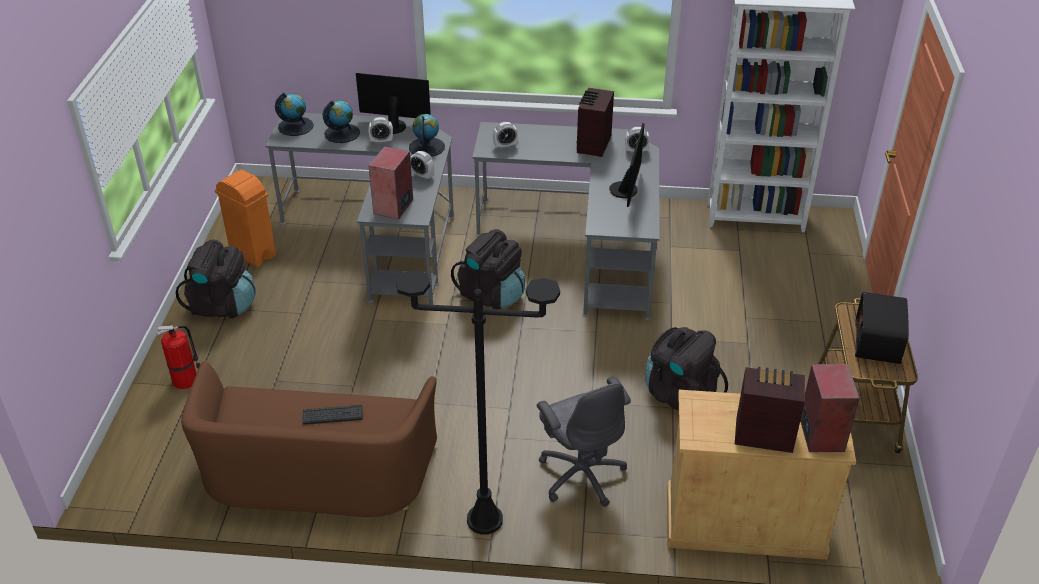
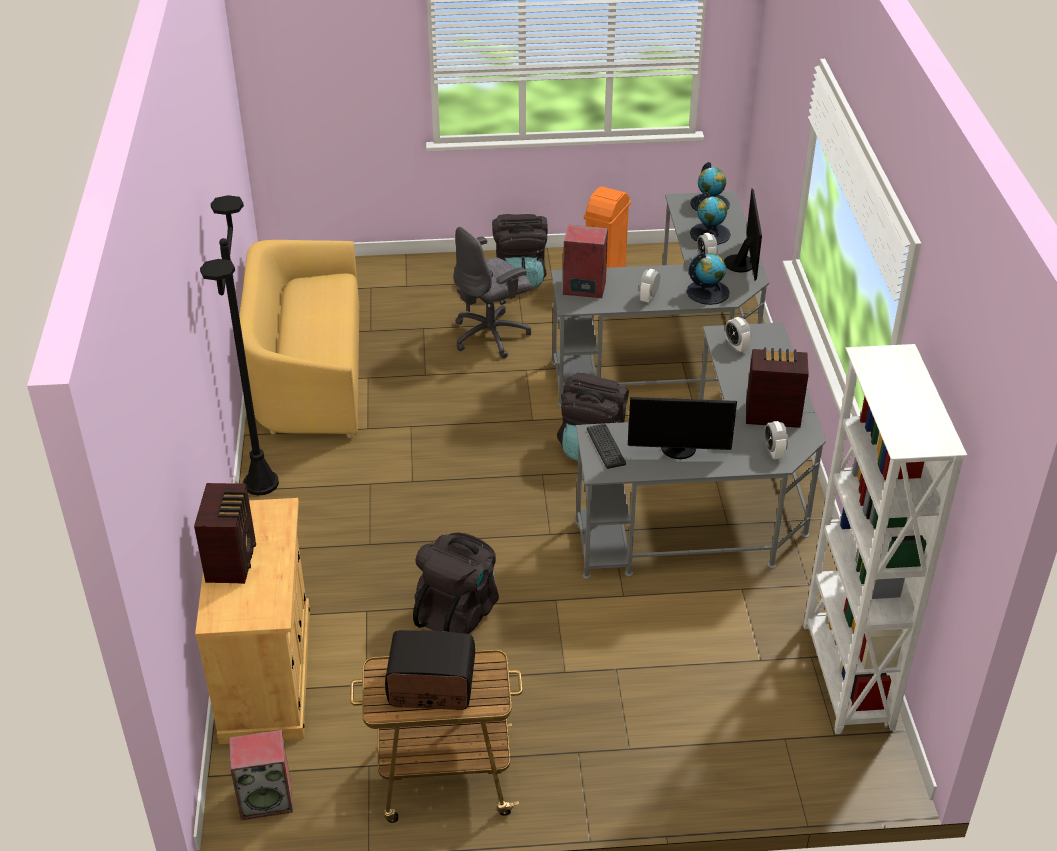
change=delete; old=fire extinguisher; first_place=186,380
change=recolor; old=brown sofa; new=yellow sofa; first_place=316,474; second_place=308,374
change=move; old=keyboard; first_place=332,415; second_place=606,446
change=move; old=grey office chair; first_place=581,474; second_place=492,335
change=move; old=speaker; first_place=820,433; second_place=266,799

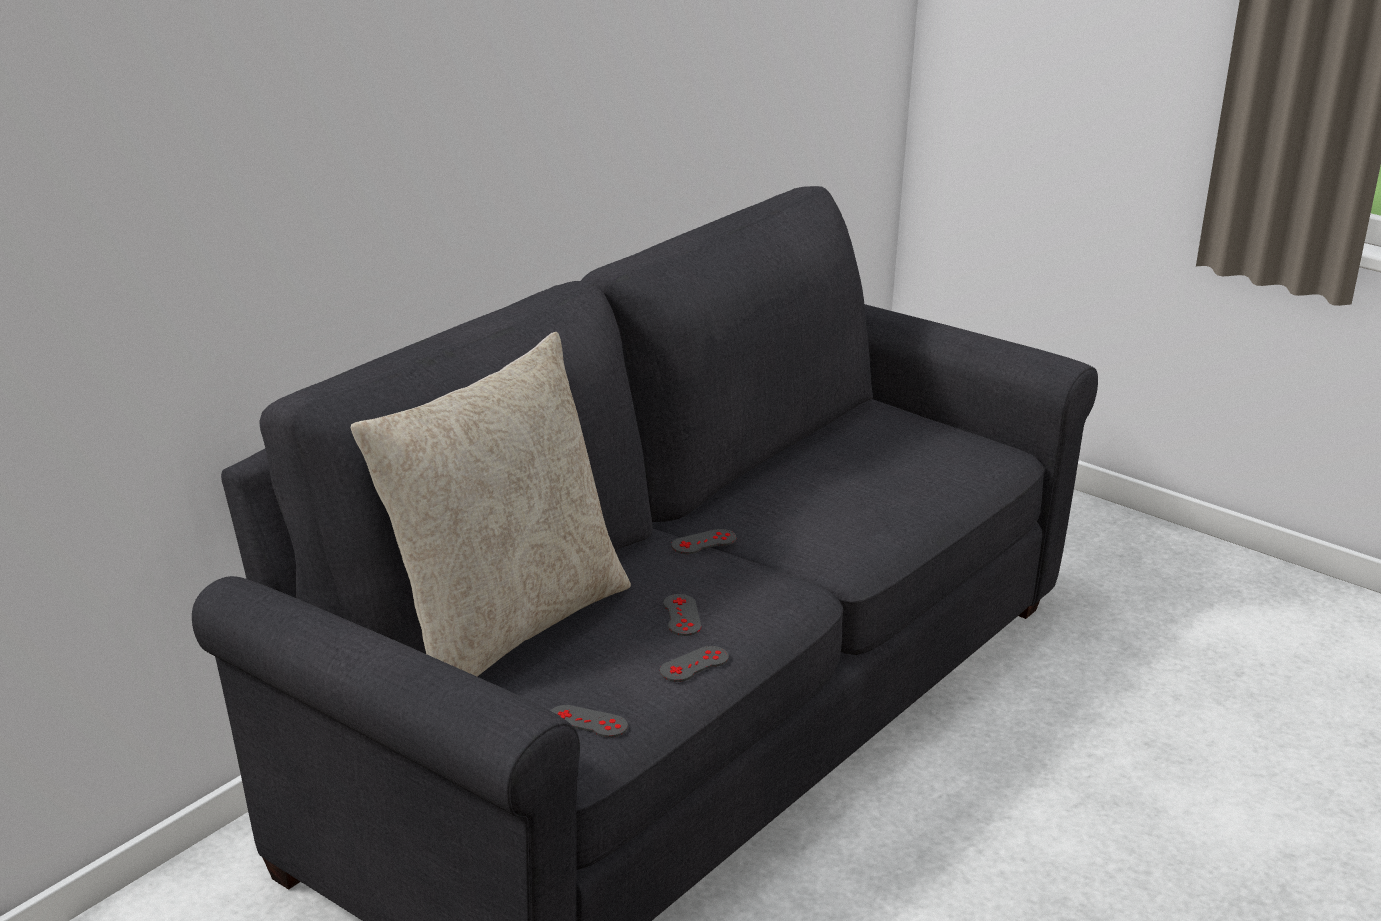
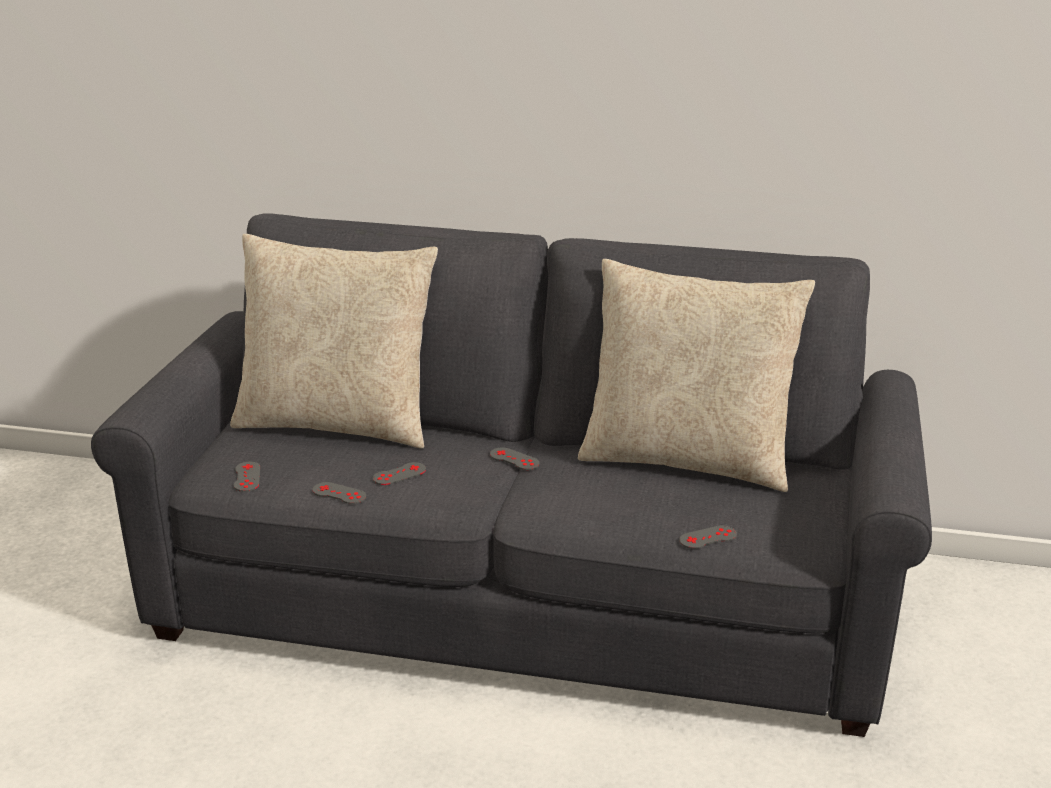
change=insert; new=beige pillow; second_place=687,459
change=insert; new=grey game controller; second_place=708,537

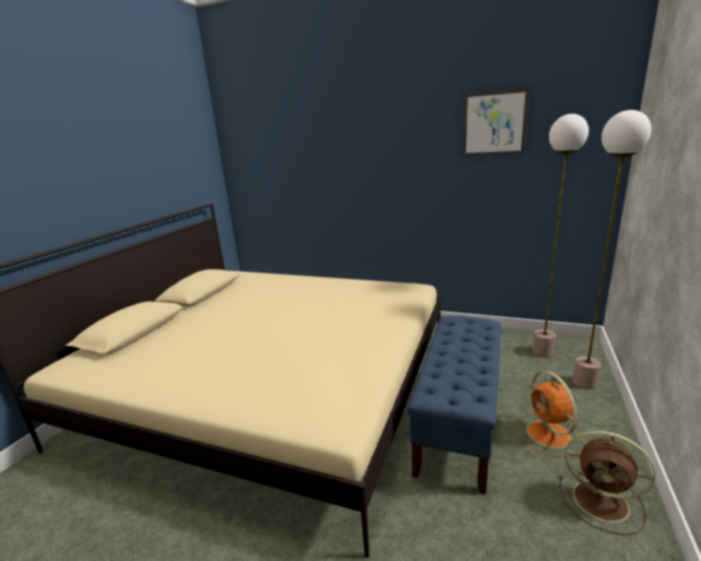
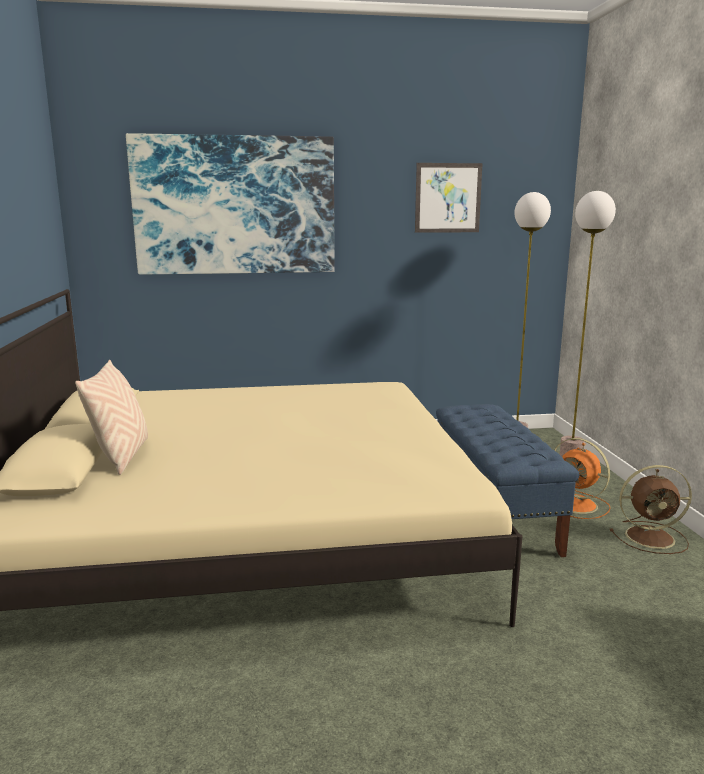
change=insert; new=beige pillow; second_place=122,456
change=insert; new=picture; second_place=235,206

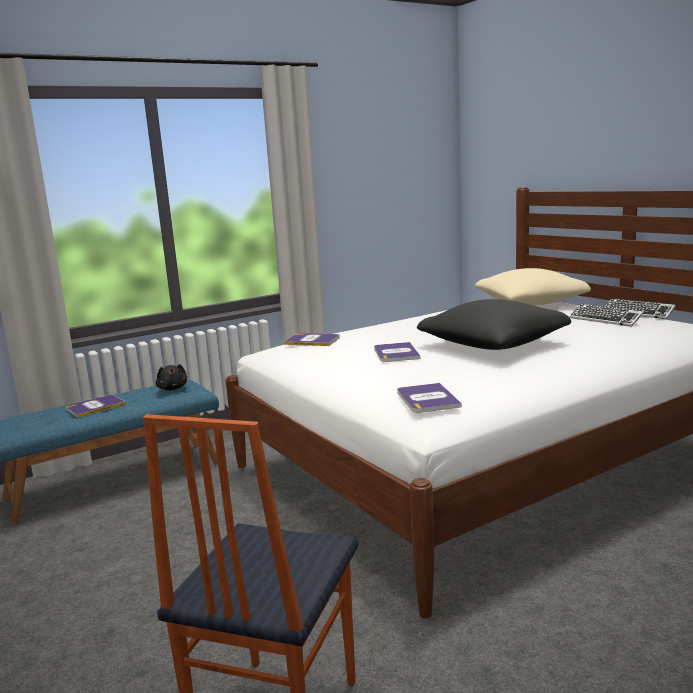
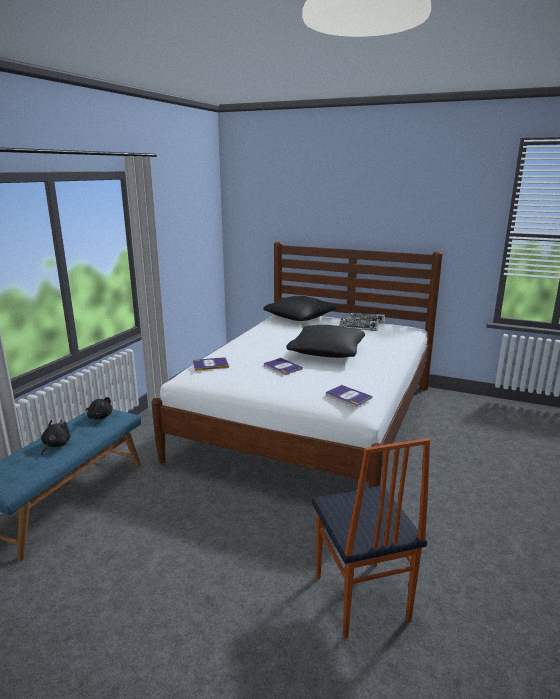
change=replace; old=book; new=black plush toy; first_place=95,406; second_place=55,445
change=recolor; old=beige pillow; new=black pillow; first_place=530,303; second_place=300,318

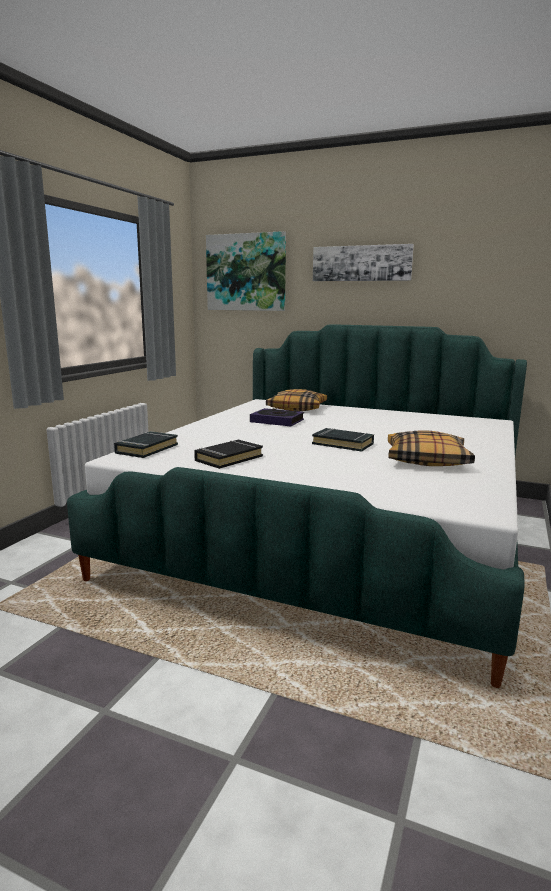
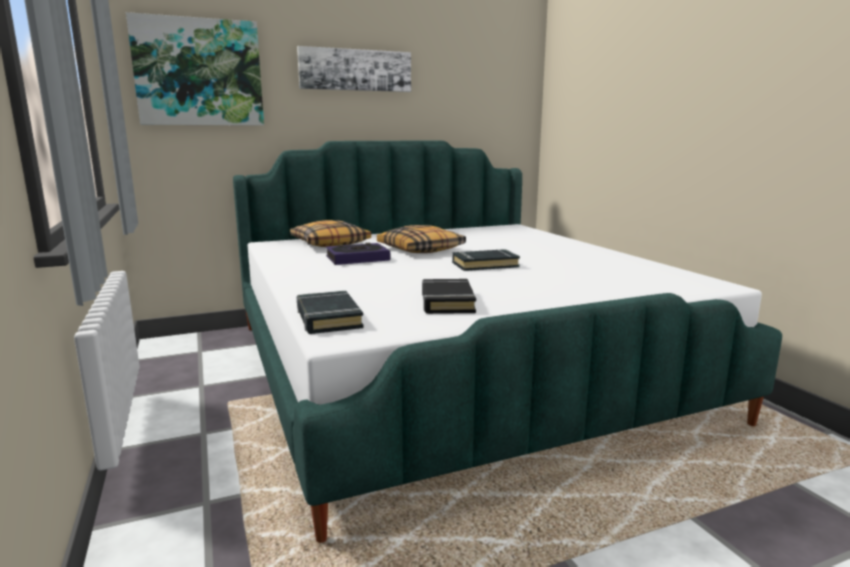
change=move; old=pillow; first_place=427,460; second_place=421,250

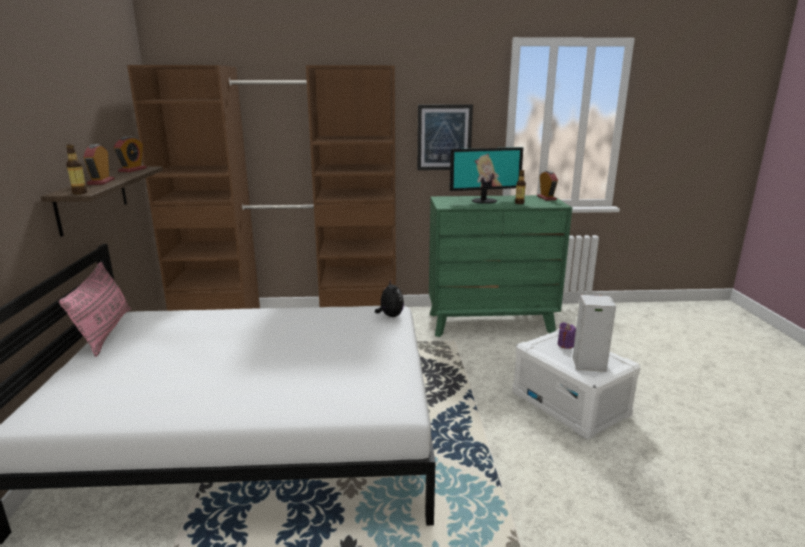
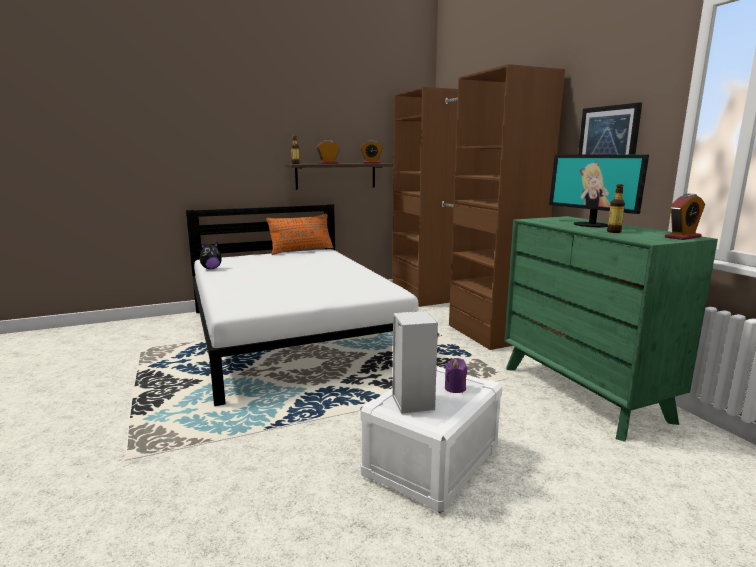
change=recolor; old=pink pillow; new=orange pillow; first_place=105,331; second_place=301,250
change=move; old=plush toy; first_place=390,316; second_place=211,268

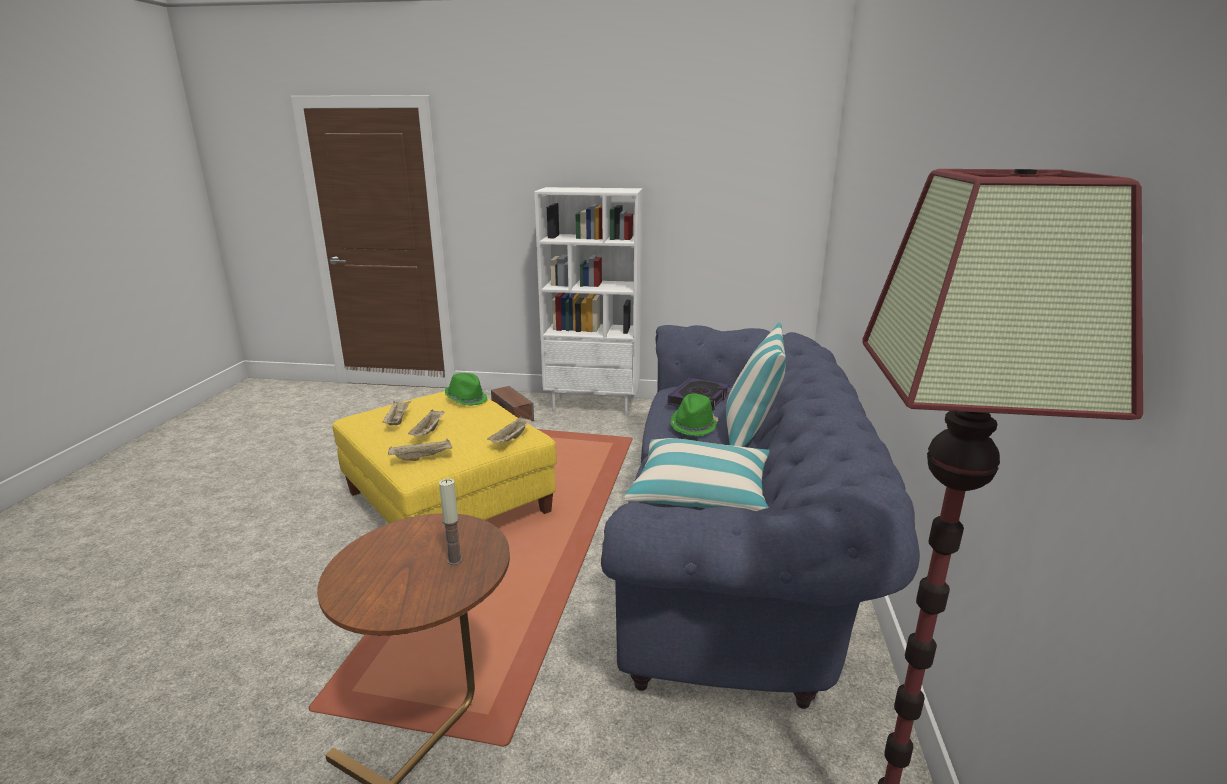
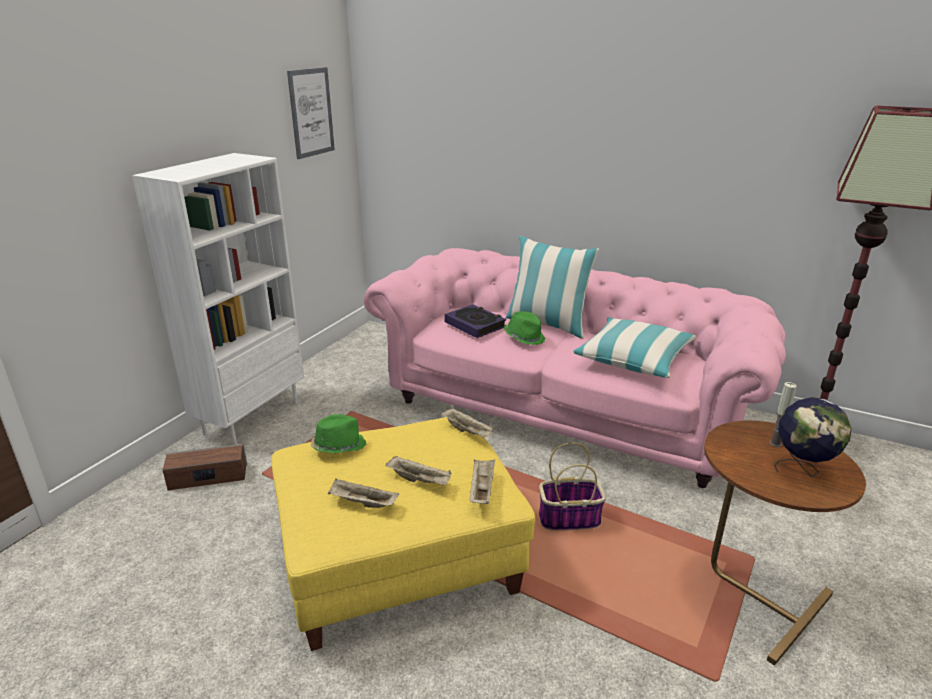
change=recolor; old=blue sofa; new=pink sofa; first_place=738,550; second_place=563,409
change=insert; new=picture; second_place=311,112
change=insert; new=basket; second_place=570,518
change=insert; new=globe; second_place=802,470

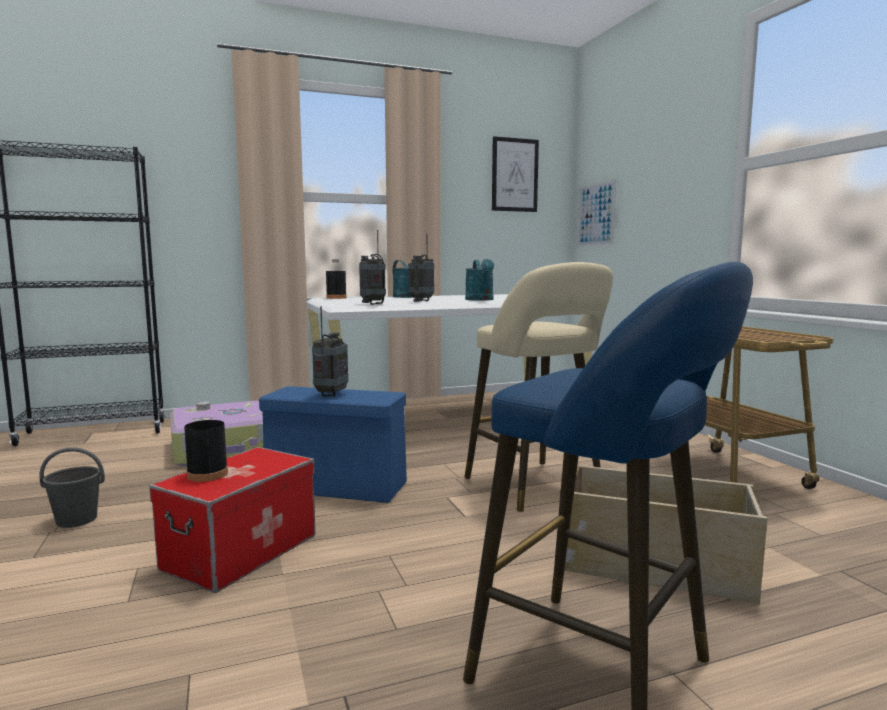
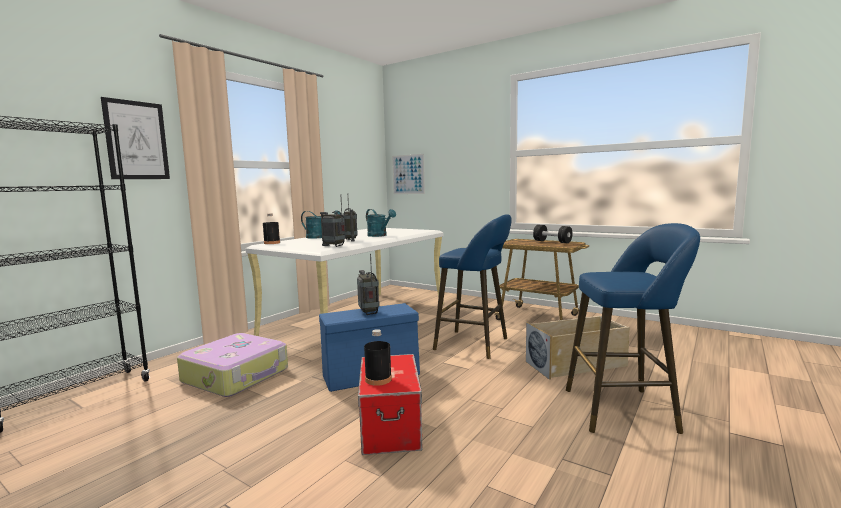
change=delete; old=grey bucket; first_place=76,520
change=recolor; old=beige stool; new=blue stool; first_place=537,487; second_place=475,344
change=move; old=picture; first_place=515,175; second_place=137,140
change=insert; new=black dumbbell; second_place=552,242

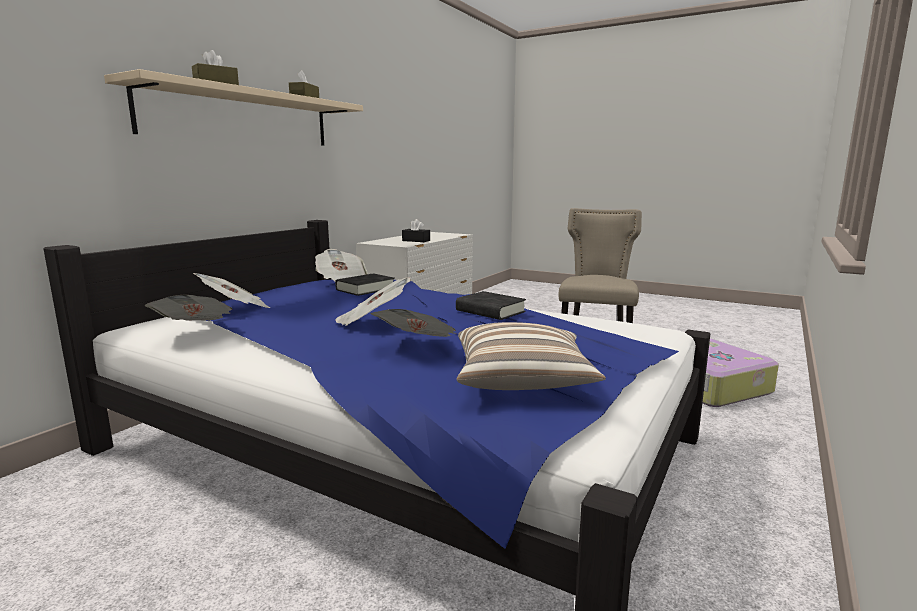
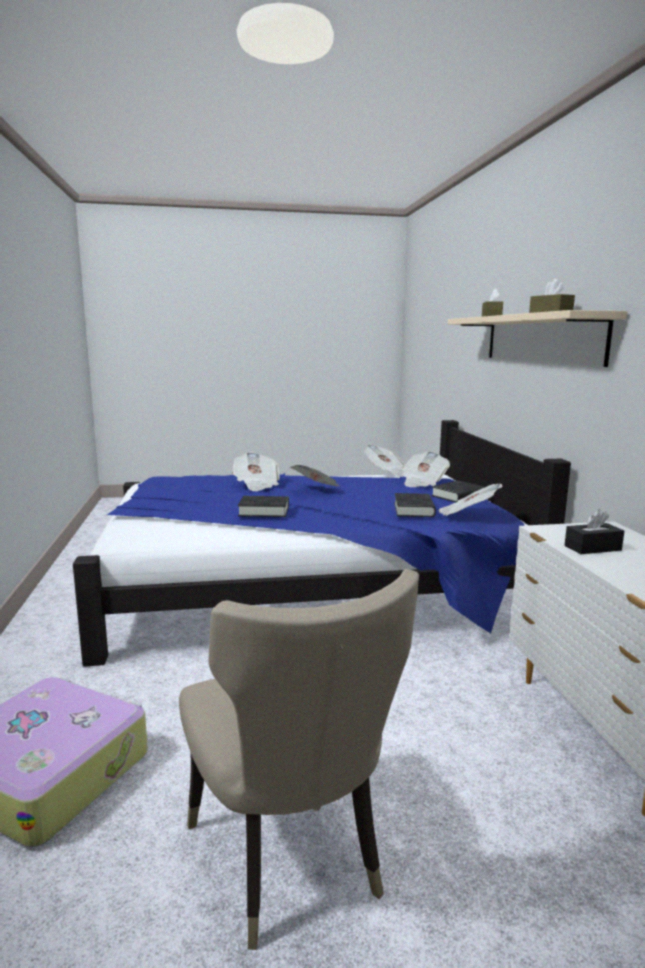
change=delete; old=pillow; first_place=522,381
change=insert; new=black book; second_place=457,496

